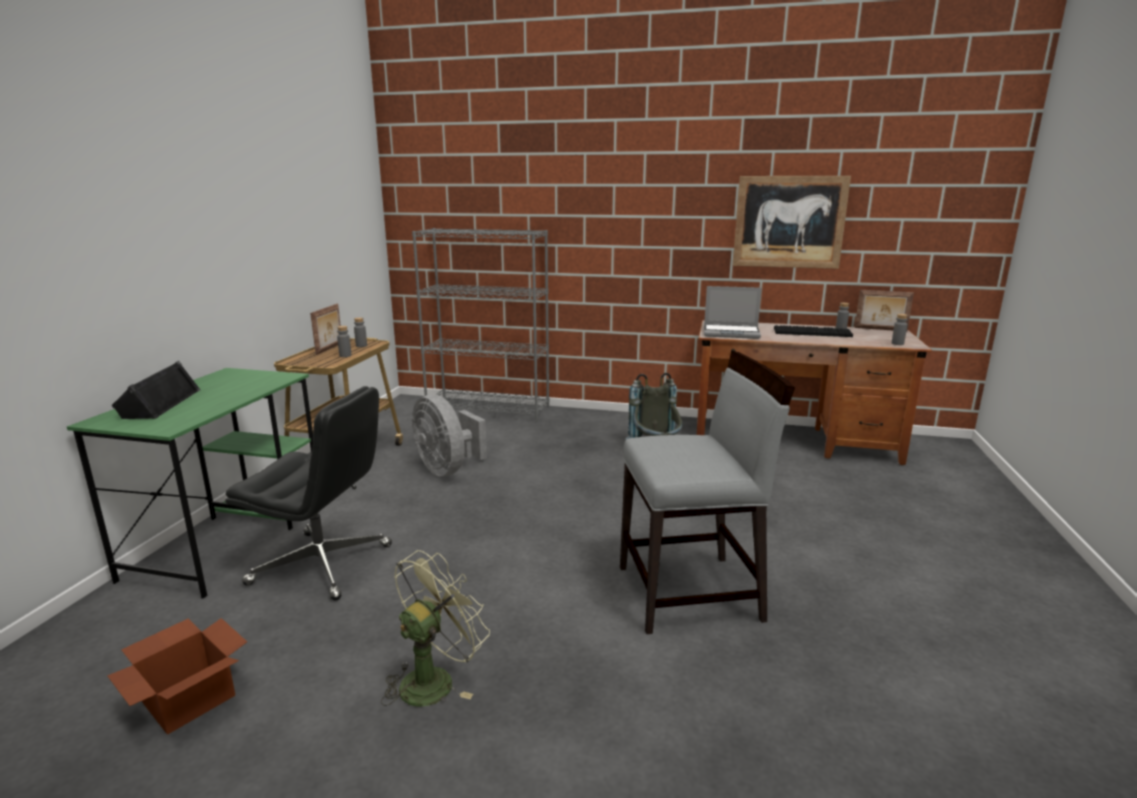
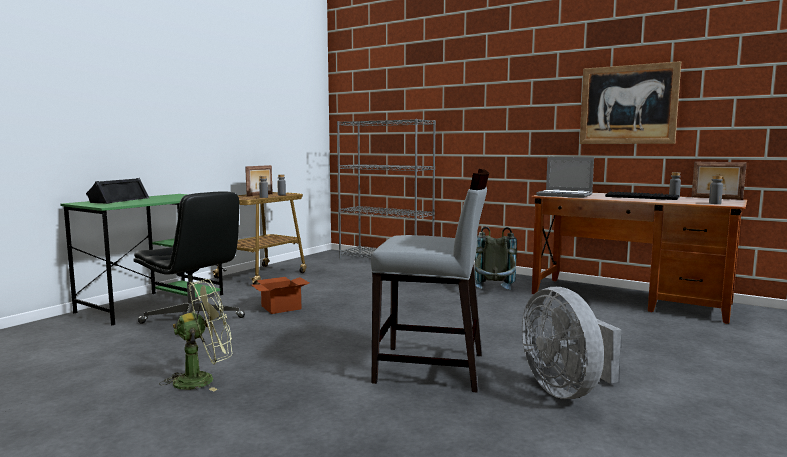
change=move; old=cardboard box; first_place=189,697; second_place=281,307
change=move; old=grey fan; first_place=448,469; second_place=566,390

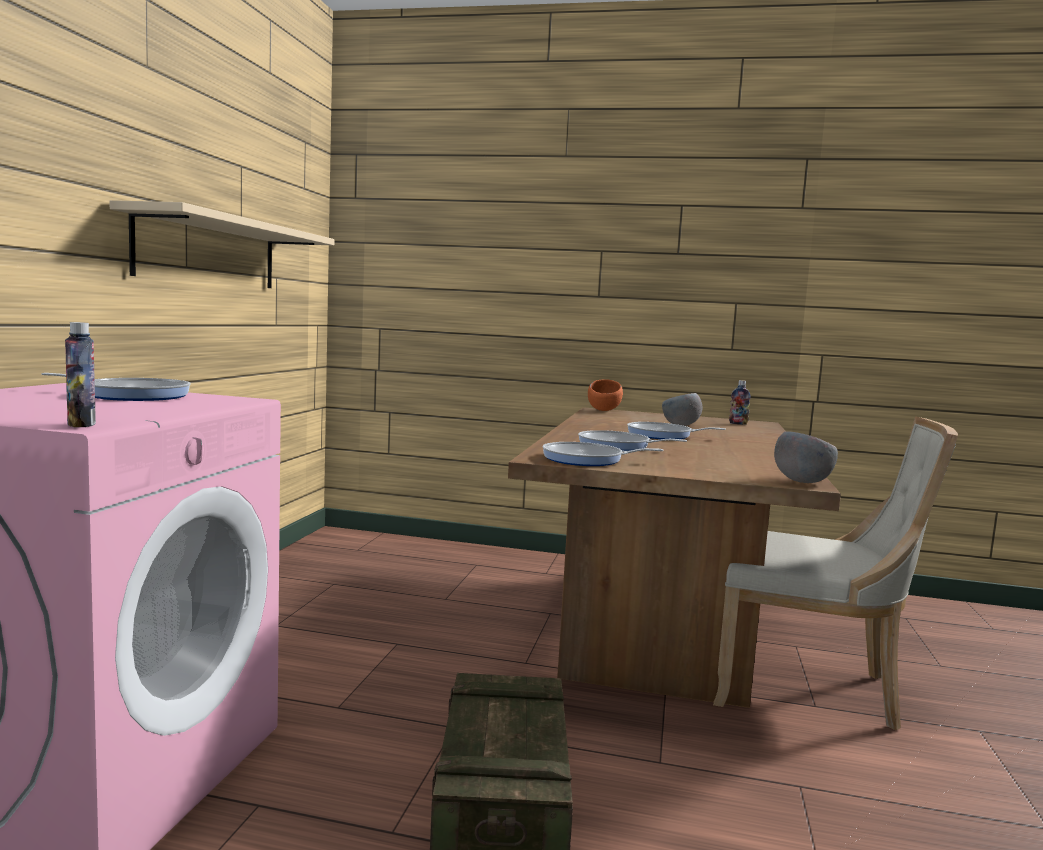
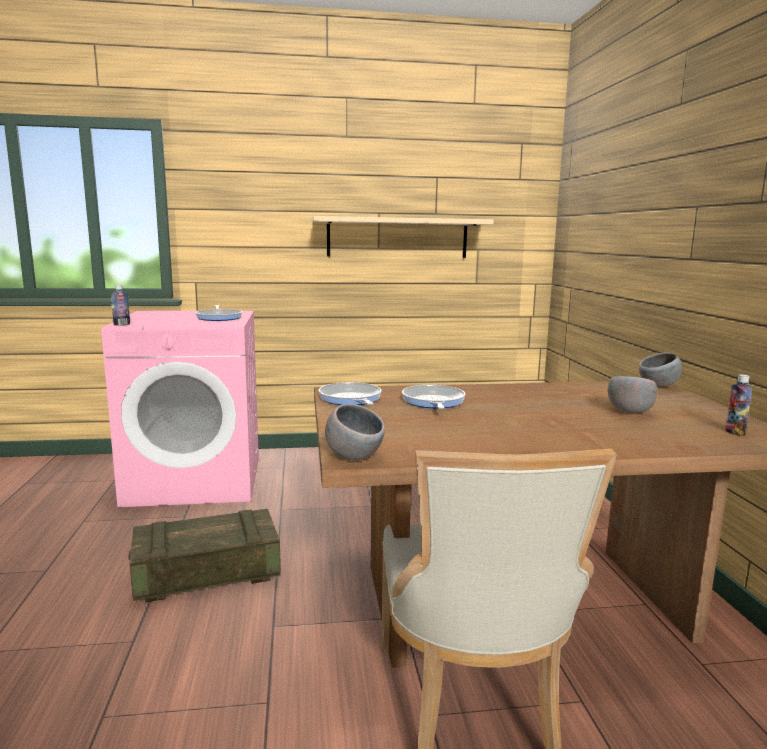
change=recolor; old=orange bowl; new=grey bowl; first_place=604,410; second_place=658,386
change=delete; old=frying pan; first_place=663,435

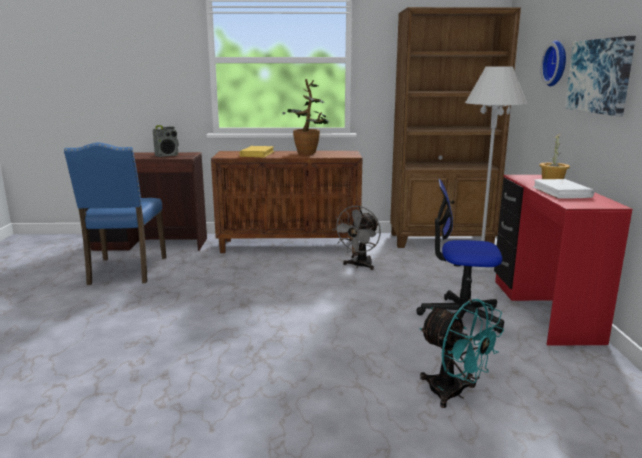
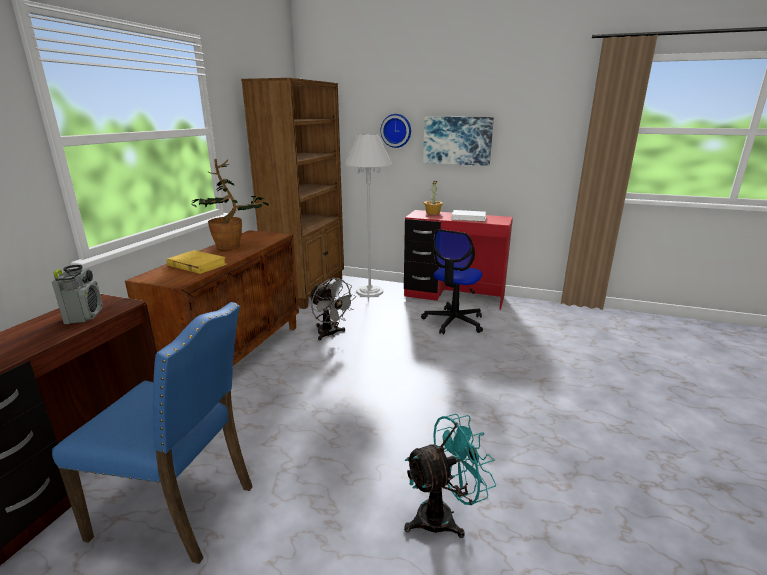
change=move; old=turquoise fan; first_place=454,394; second_place=443,516

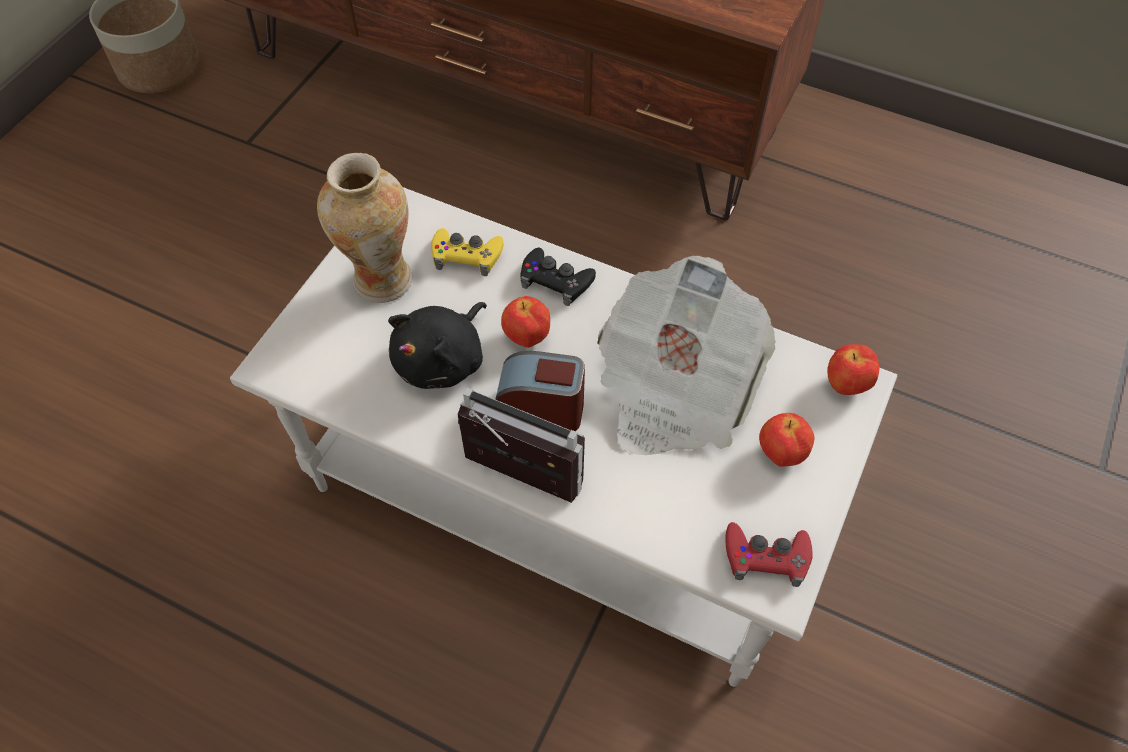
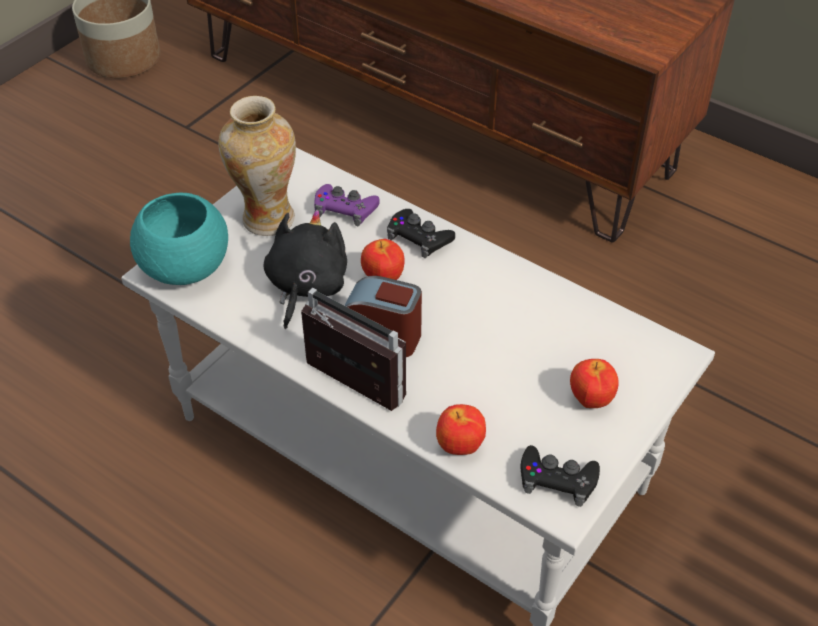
change=rotate; old=black plush toy; first_place=443,360; second_place=305,286; degrees=150
change=recolor; old=yellow game controller; new=purple game controller; first_place=467,256; second_place=345,209
change=delete; old=newspaper; first_place=674,387
change=recolor; old=red game controller; new=black game controller; first_place=766,557; second_place=557,479
change=move; old=apple; first_place=846,385; second_place=459,447
change=insert; new=turquoise bowl; second_place=185,267

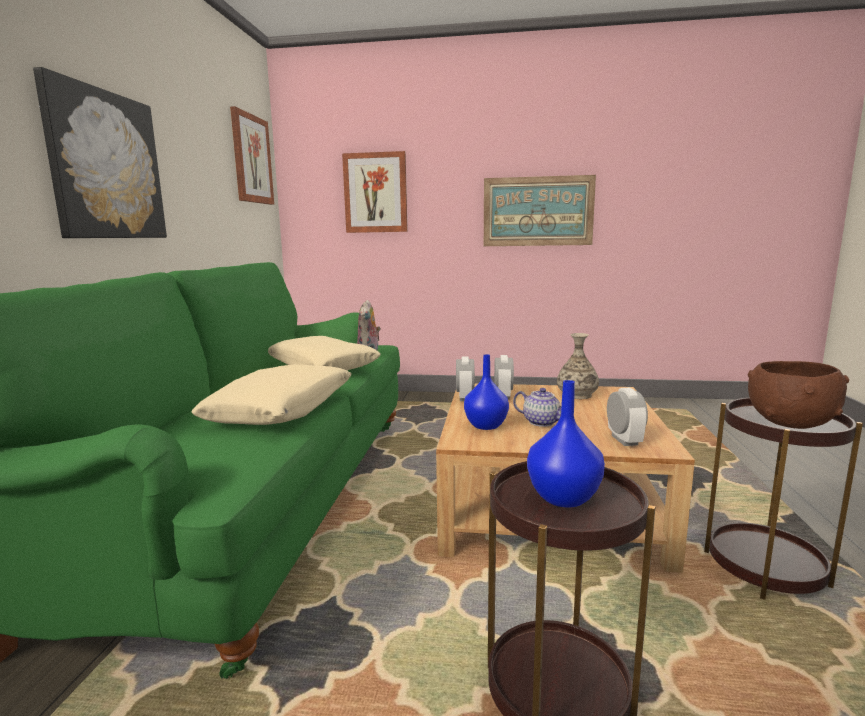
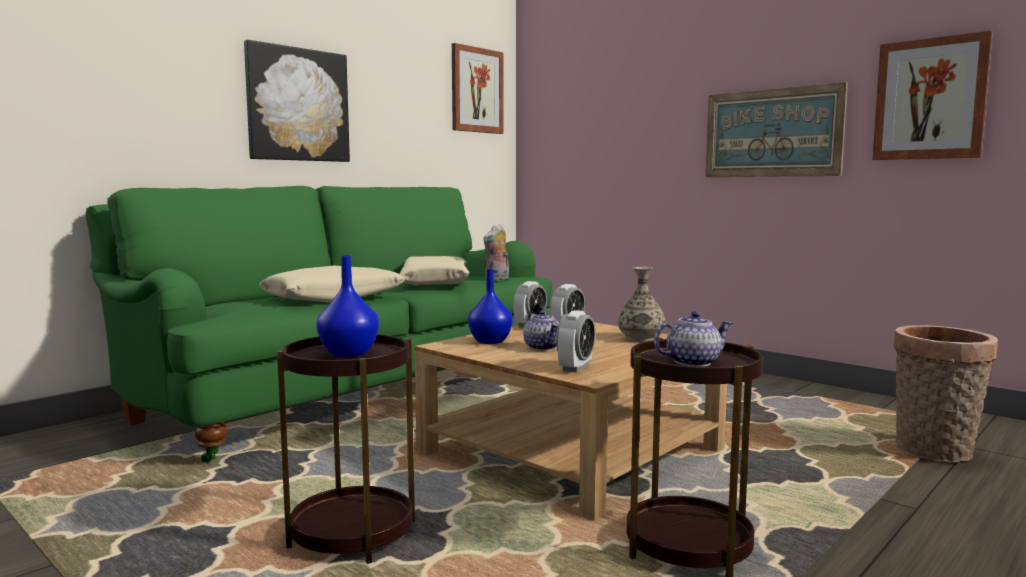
change=move; old=picture; first_place=375,193; second_place=930,99
change=replace; old=brown bowl; new=teapot; first_place=790,422; second_place=693,362
change=insert; new=basket; second_place=934,452

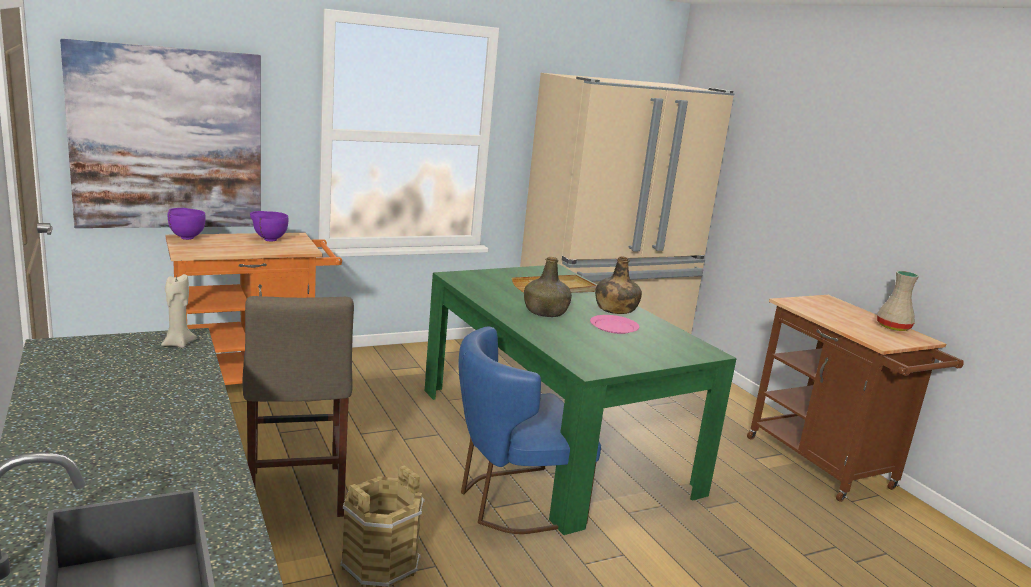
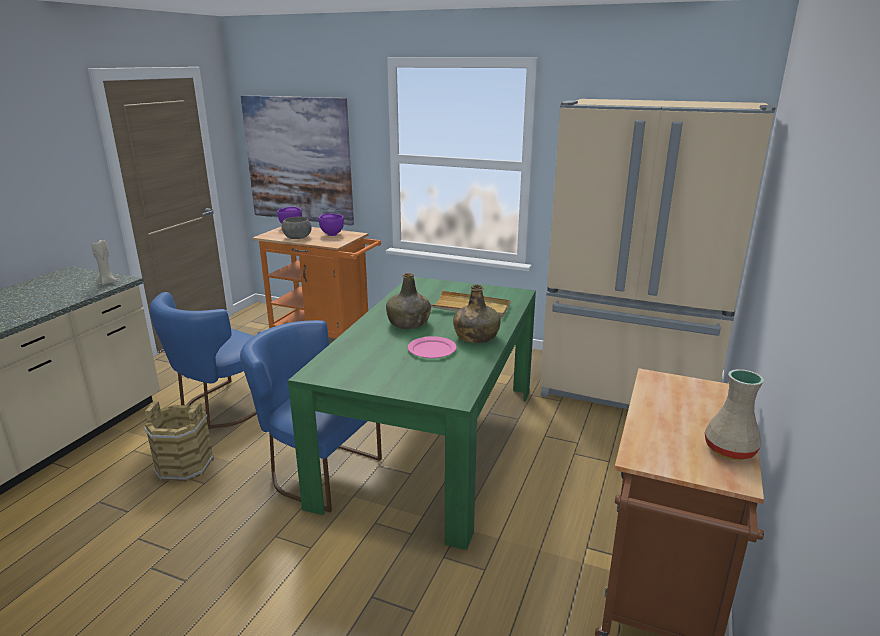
change=replace; old=beige stool; new=blue chair; first_place=295,496; second_place=222,408
change=insert; new=grey bowl; second_place=297,237

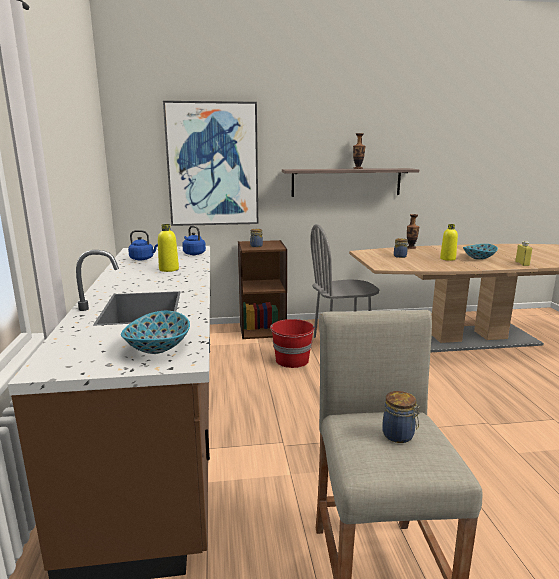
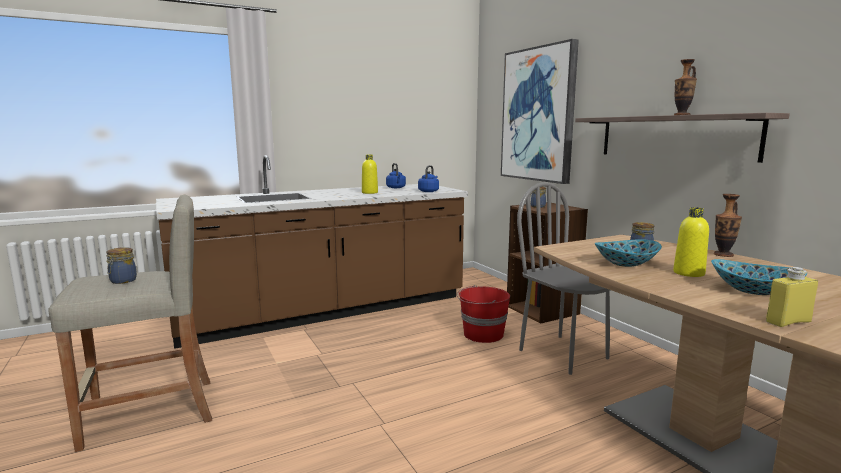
change=move; old=bowl; first_place=158,347; second_place=626,264

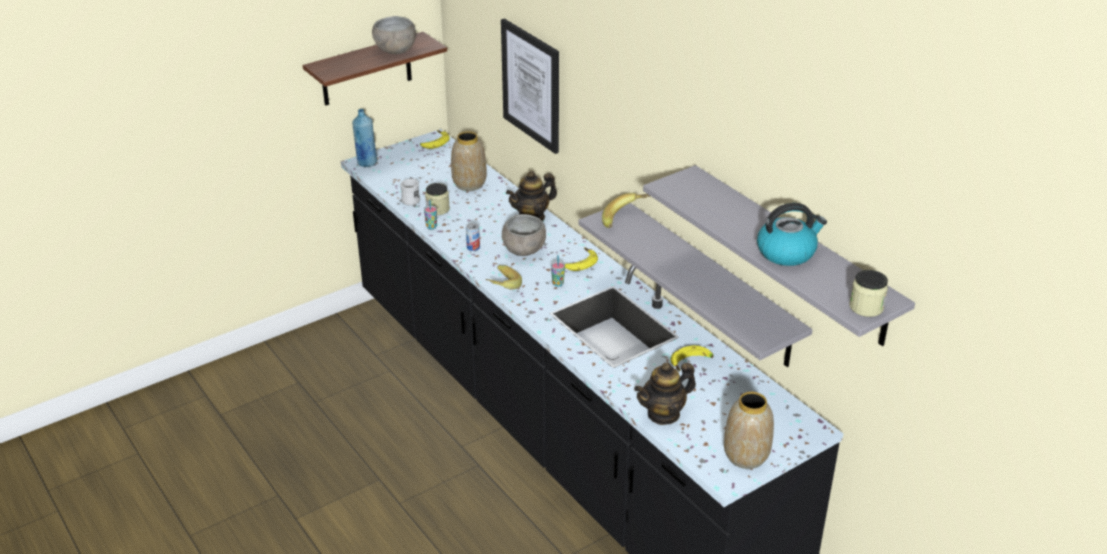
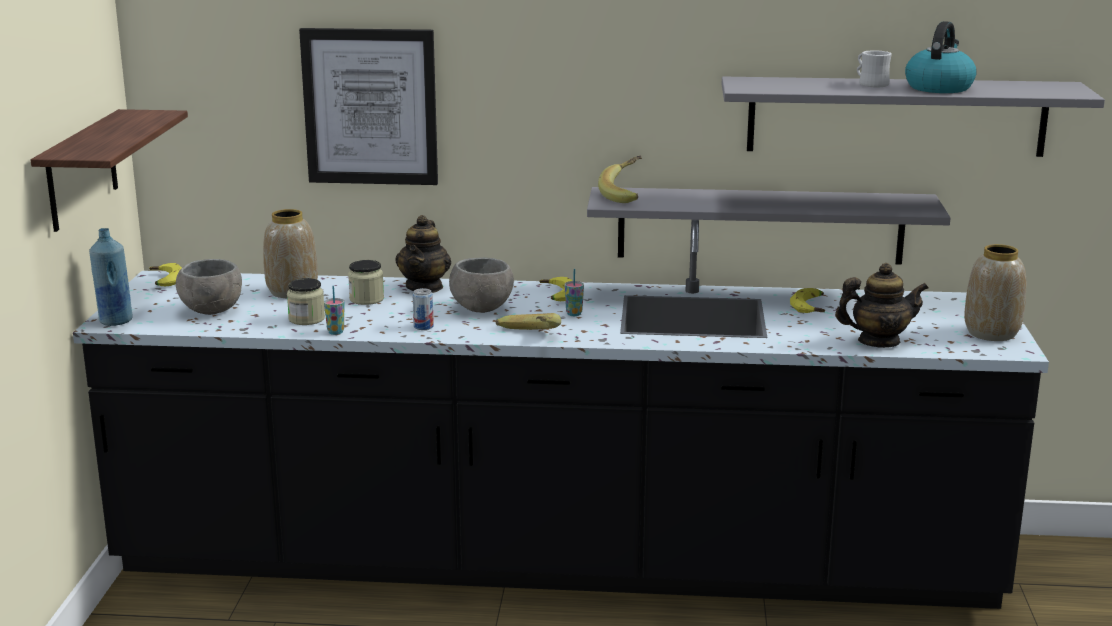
change=move; old=grey bowl; first_place=396,51; second_place=213,310
change=move; old=white mug; first_place=412,199; second_place=870,84
change=rotate; old=teapot; first_place=663,414; second_place=878,342; degrees=-105
change=move; old=jar; first_place=866,307; second_place=366,299

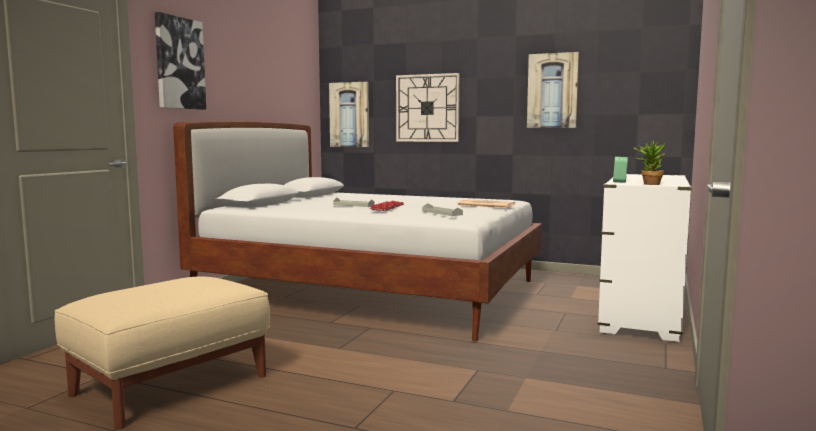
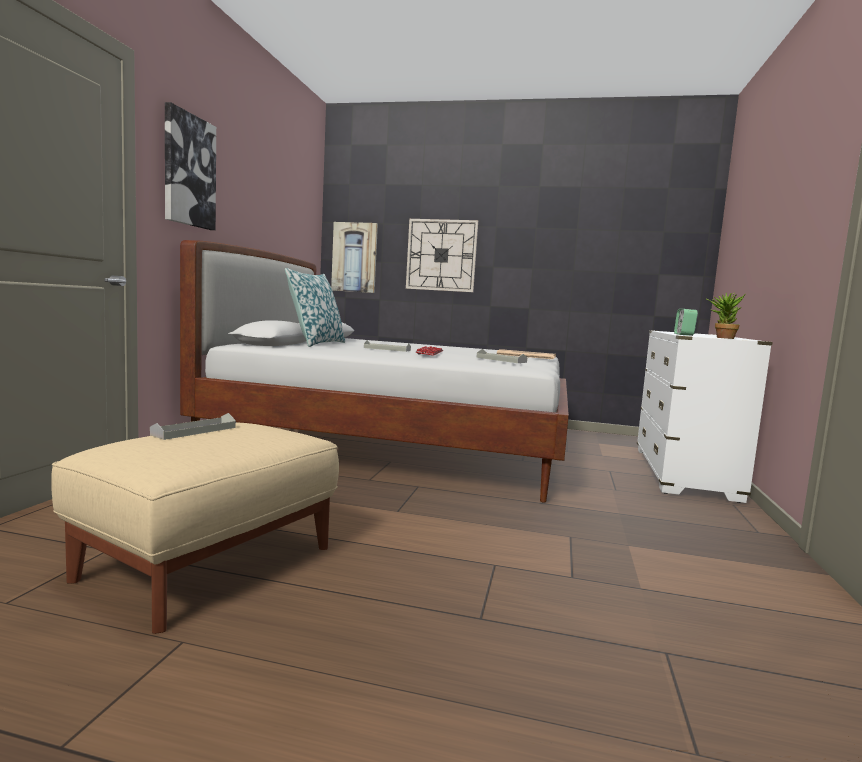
change=delete; old=picture; first_place=552,90
change=insert; new=grey tray; second_place=194,431
change=insert; new=pillow; second_place=316,343

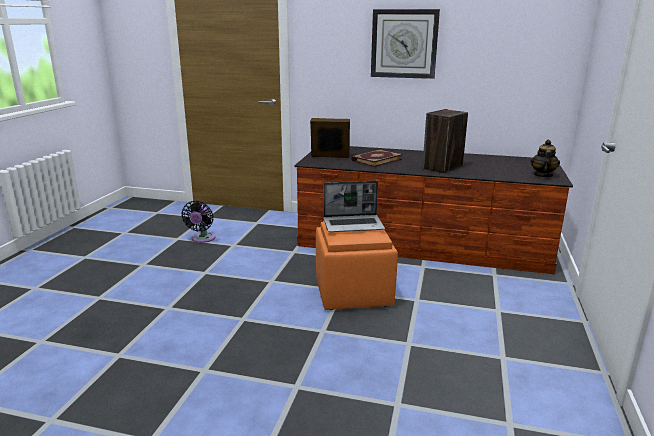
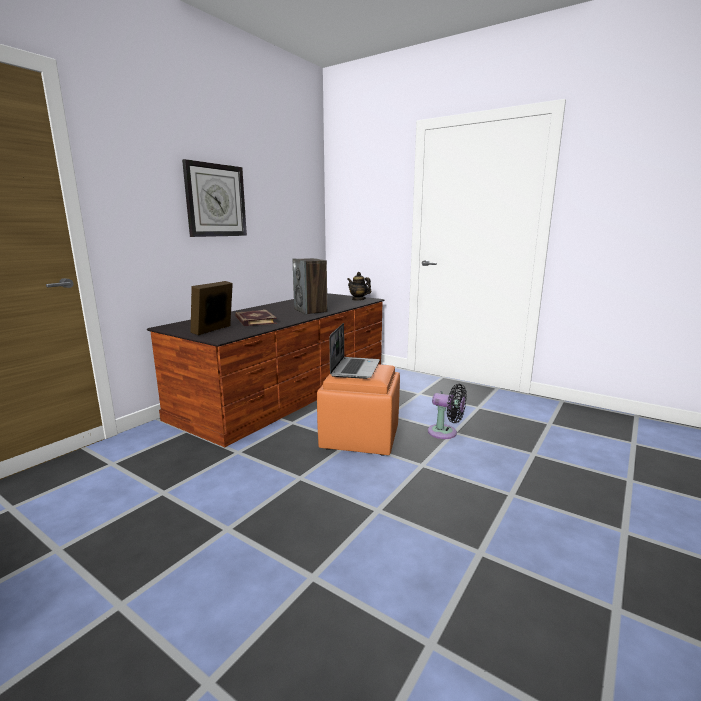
change=move; old=black fan; first_place=202,239; second_place=445,433

